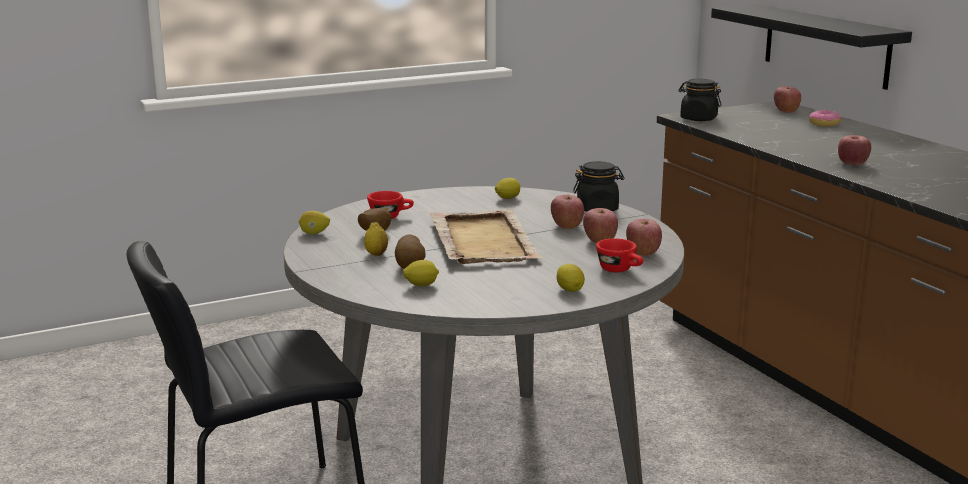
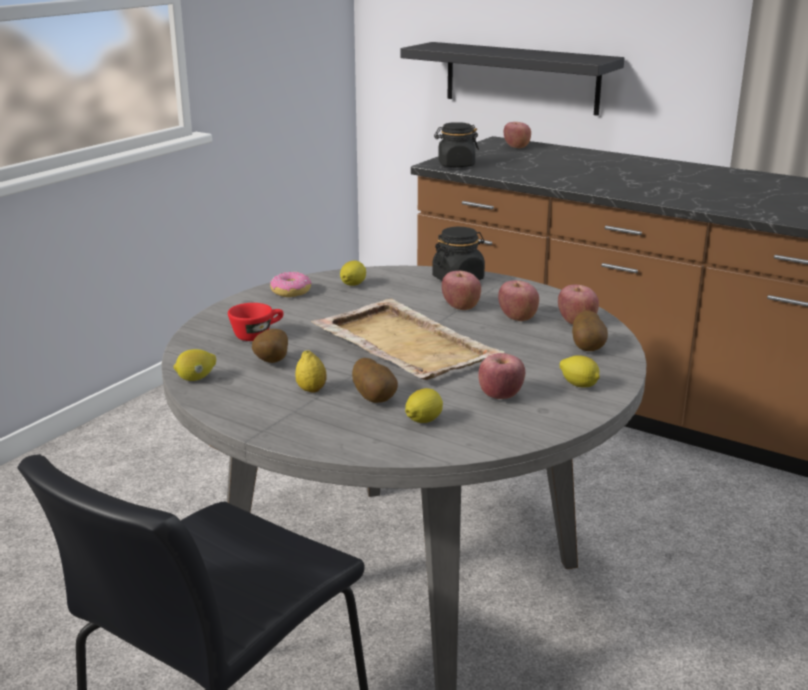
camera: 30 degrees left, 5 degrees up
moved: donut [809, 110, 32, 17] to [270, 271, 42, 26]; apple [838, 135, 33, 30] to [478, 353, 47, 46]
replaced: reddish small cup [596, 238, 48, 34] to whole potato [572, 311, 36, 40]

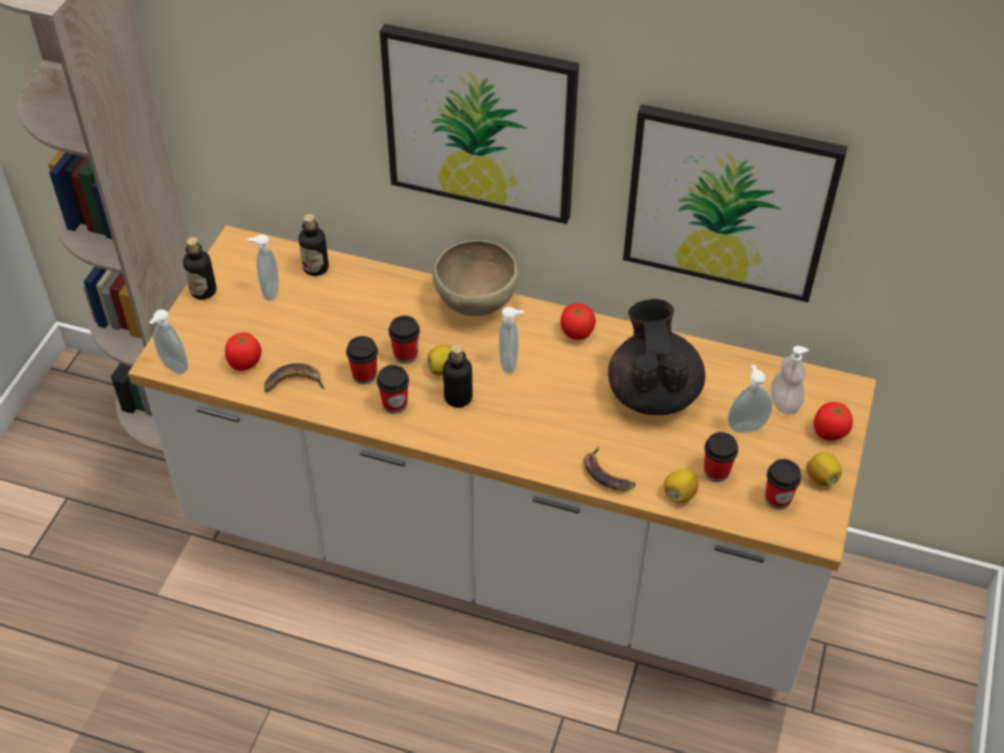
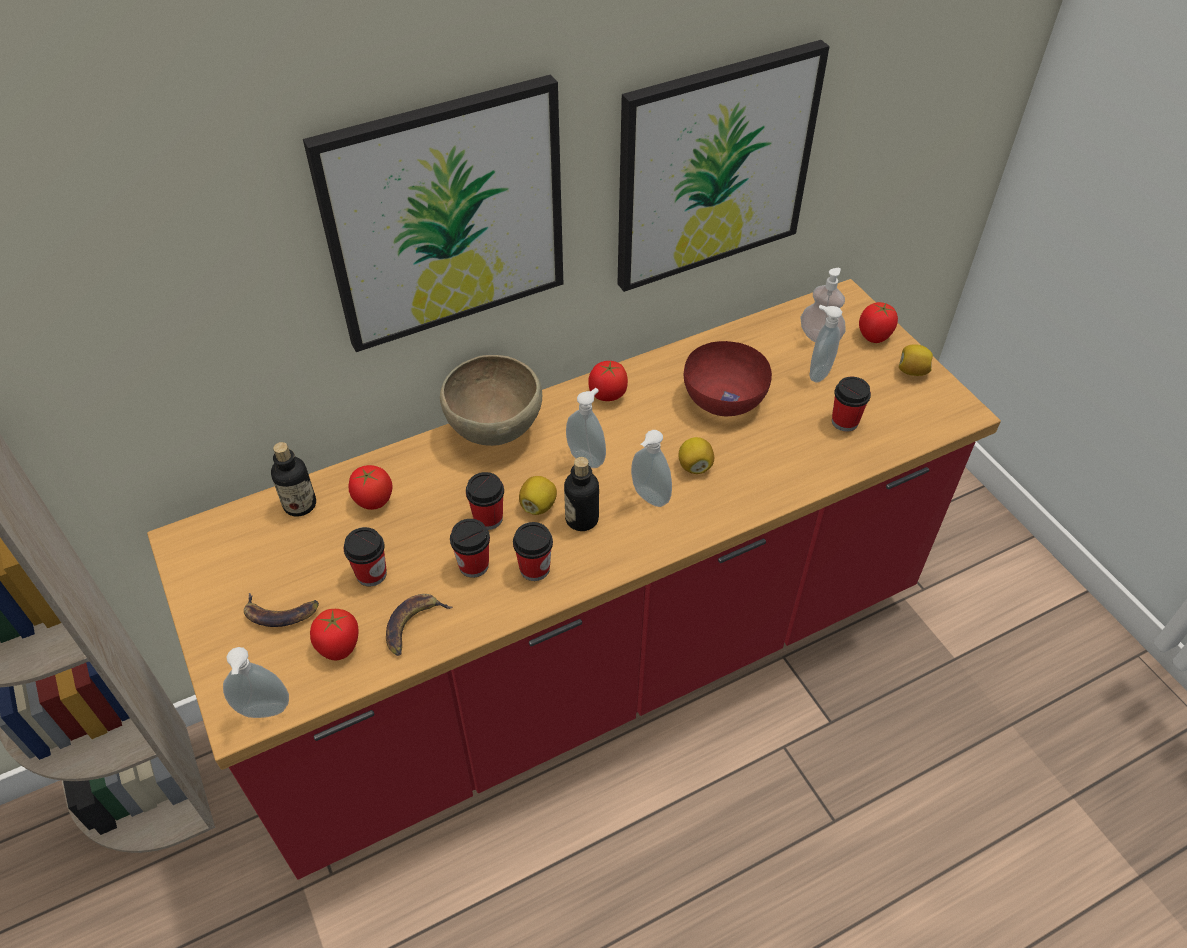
camera: 45 degrees left, 0 degrees up
removed: drink bottle [183, 237, 34, 62]
added: tomato [349, 465, 44, 45]
moved: liquid soap bottle [248, 234, 30, 67] to [631, 430, 41, 77]; banana [584, 447, 52, 44] to [244, 593, 75, 34]; small cup [765, 459, 37, 51] to [344, 527, 43, 59]; whole lemon [664, 469, 35, 34] to [679, 437, 35, 37]
replaced: blackish teapot [608, 299, 97, 116] to reddish bowl [684, 341, 88, 75]
recoloured: whitish kitchen counter [128, 225, 748, 468] to reddish kitchen counter [147, 279, 854, 601]

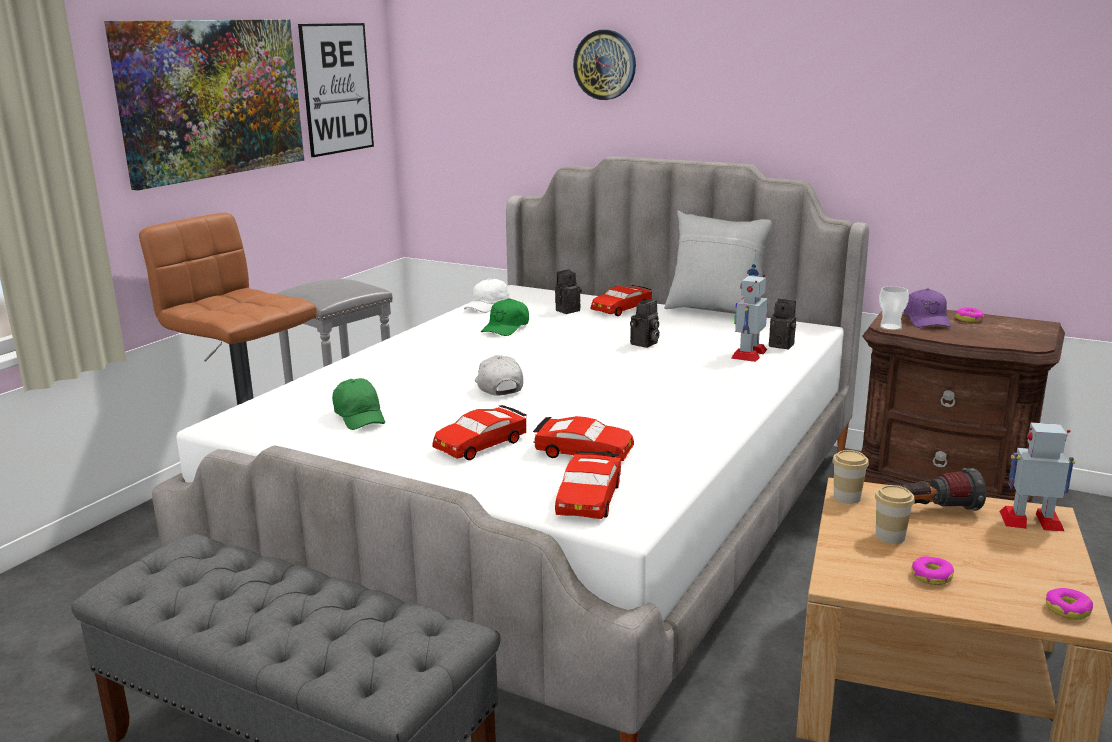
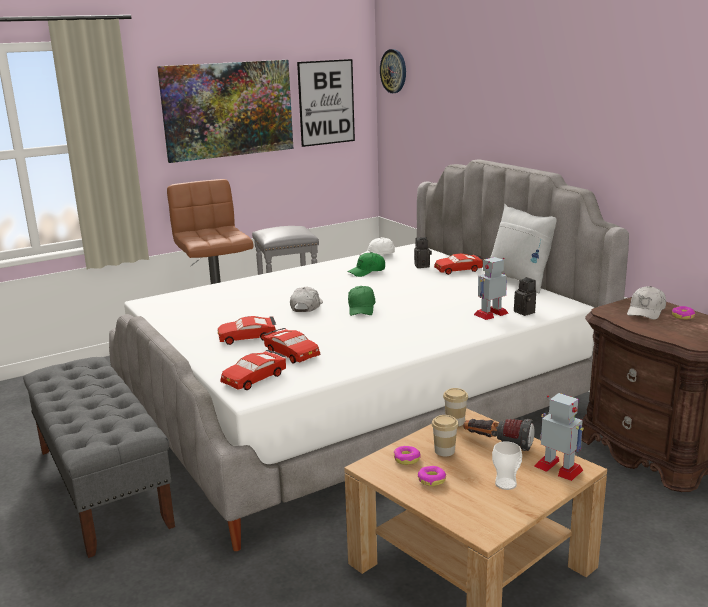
camera: 30 degrees right, 0 degrees up
removed: photo camera [630, 299, 30, 49]
moved: wall clock [573, 30, 63, 70] to [380, 49, 26, 44]; small cup [879, 286, 30, 44] to [492, 441, 30, 49]; greenish baseball cap [332, 378, 53, 52] to [348, 286, 27, 30]; donut [1046, 588, 47, 31] to [394, 446, 27, 19]
recoloured: purplish baseball cap [904, 289, 47, 38] to whitish baseball cap [627, 286, 39, 34]

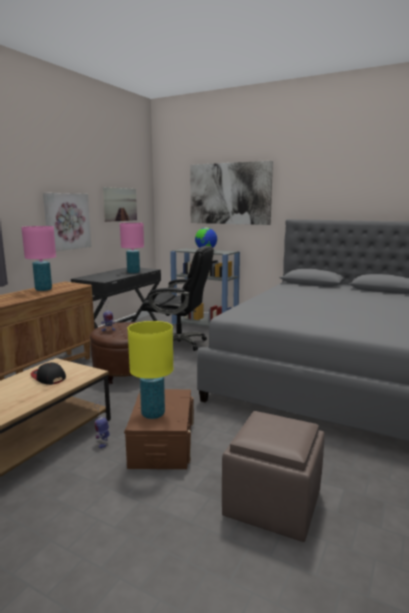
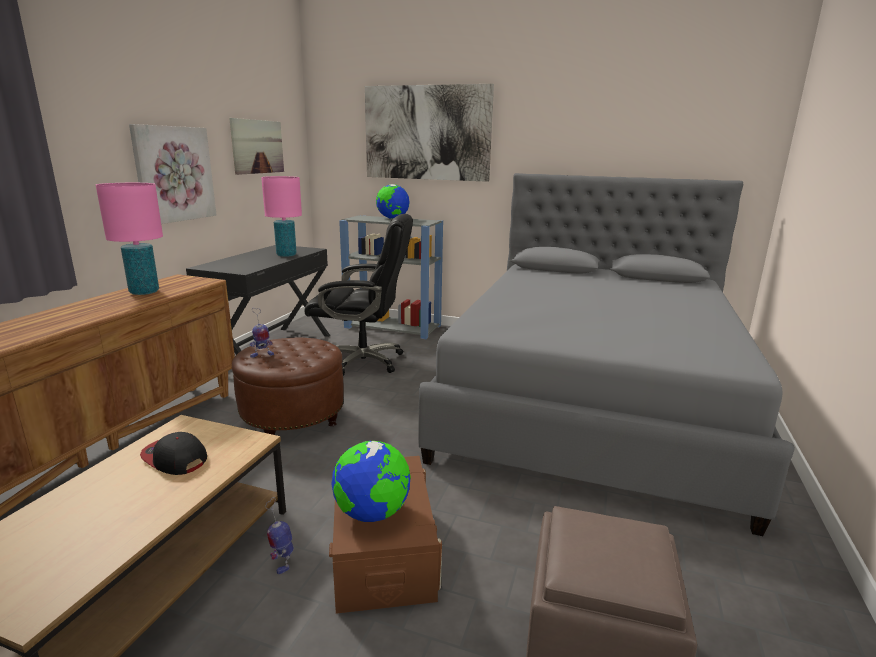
camera: 10 degrees left, 5 degrees up
replaced: yellow tabletop lamp [128, 321, 45, 98] to world globe [331, 441, 80, 81]

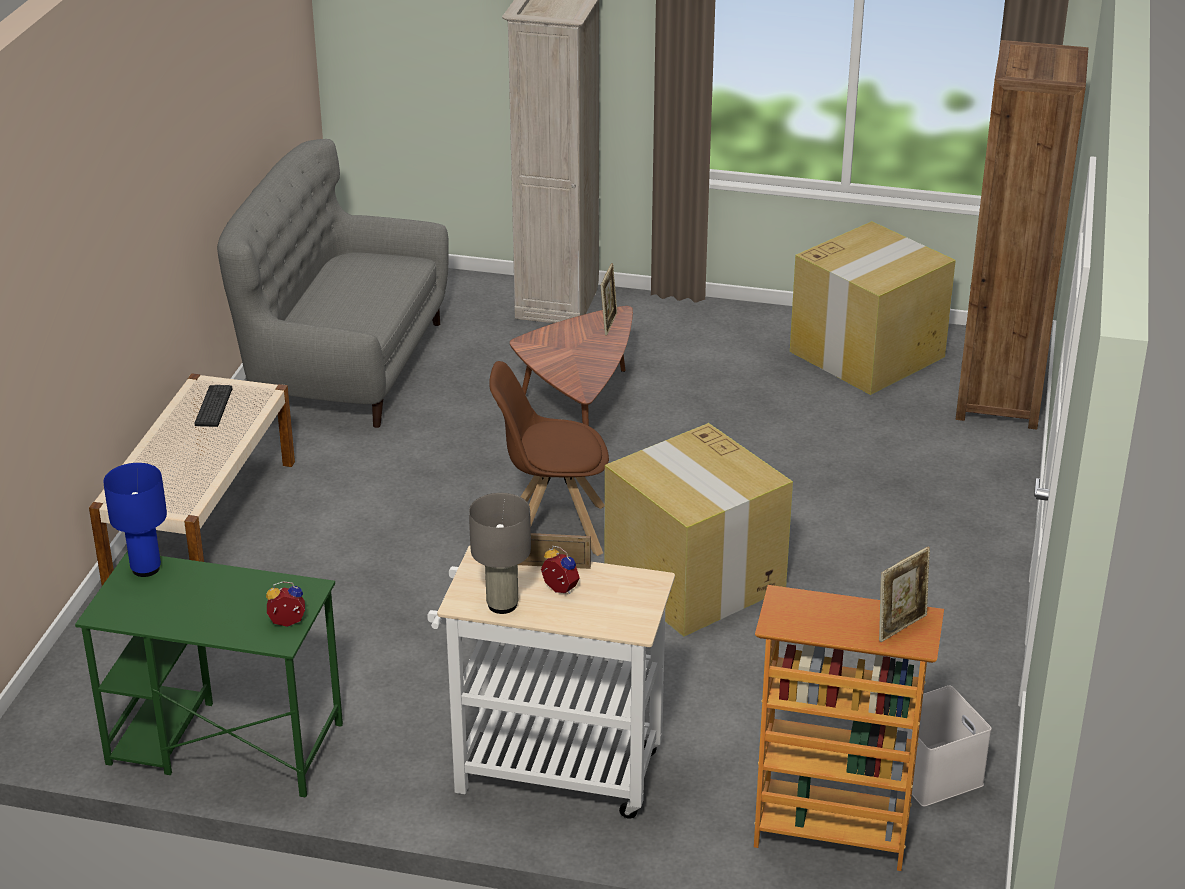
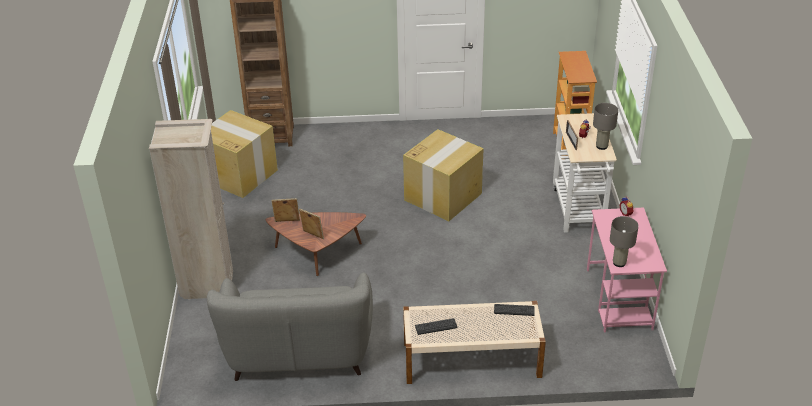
camera: 105 degrees left, 5 degrees up
removed: brown upright chair [489, 361, 120, 195]; whitish storage container [896, 686, 96, 121]
added: keyboard [494, 304, 40, 12]
moved: photo frame [879, 547, 51, 95] to [299, 208, 25, 31]
recoloured: blue tabletop lamp [103, 463, 64, 114] to grey tabletop lamp [610, 216, 28, 51]; greenish desk unit [75, 551, 268, 247] to pink-coloured desk unit [587, 208, 80, 125]

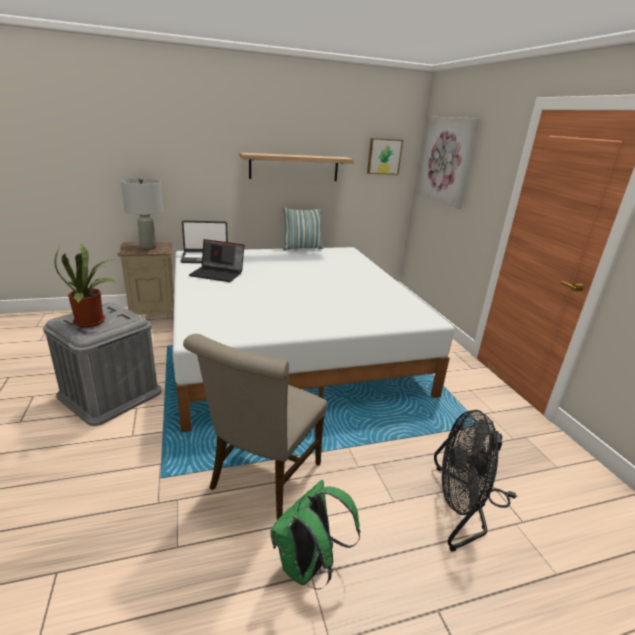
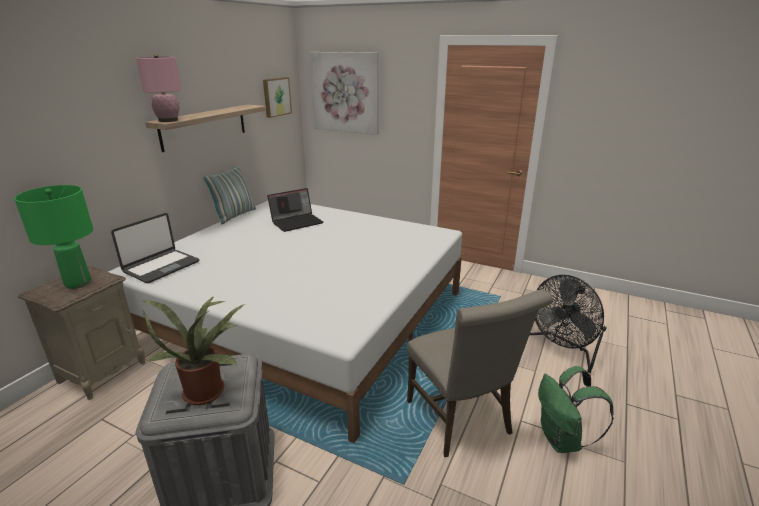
camera: 45 degrees left, 0 degrees up
added: pink-coloured tabletop lamp [136, 54, 46, 68]
moved: portable computer [189, 239, 55, 43] to [267, 188, 56, 44]
recoloured: grey tabletop lamp [121, 178, 42, 71] to greenish tabletop lamp [14, 185, 79, 104]

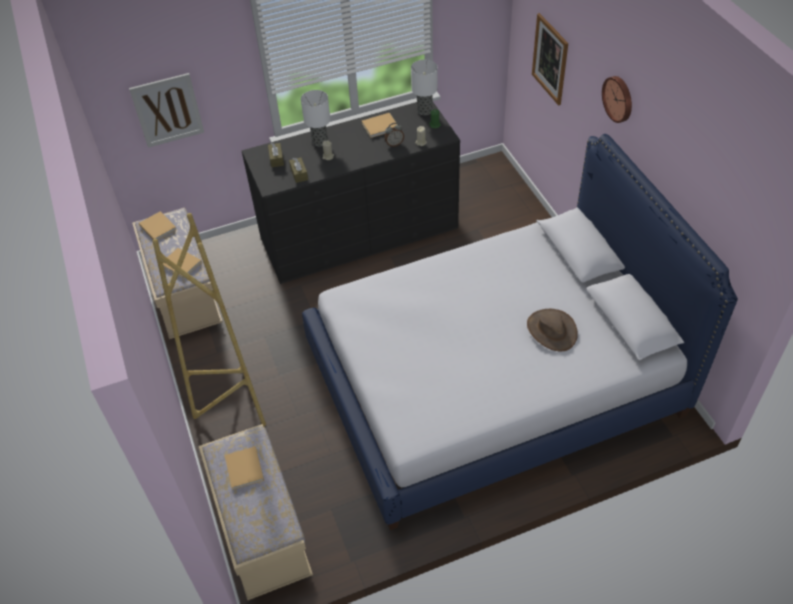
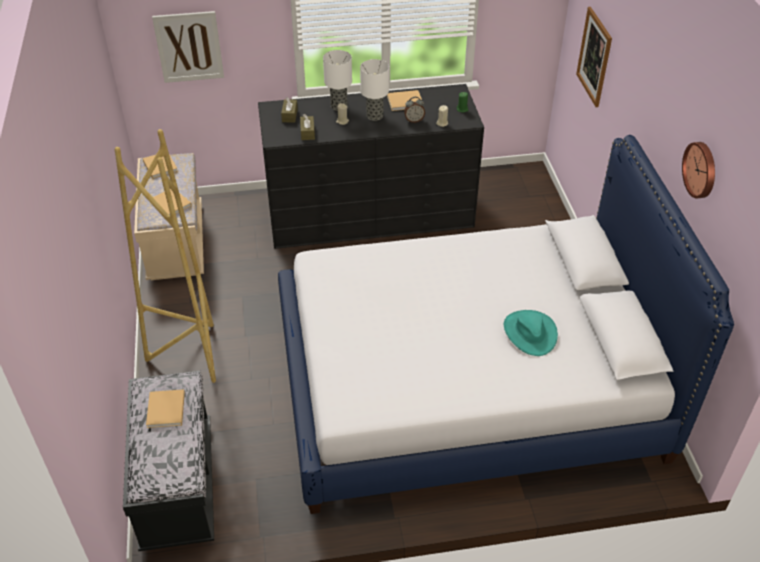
camera: 10 degrees right, 5 degrees down
moved: tabletop lamp [411, 59, 27, 56] to [360, 59, 29, 62]; wall clock [602, 76, 30, 47] to [682, 142, 33, 56]
recoloured: brown wearable hat [527, 309, 51, 42] to turquoise wearable hat [504, 310, 54, 46]; beige-coloured indoor bench [199, 424, 114, 176] to blackish indoor bench [123, 371, 91, 180]

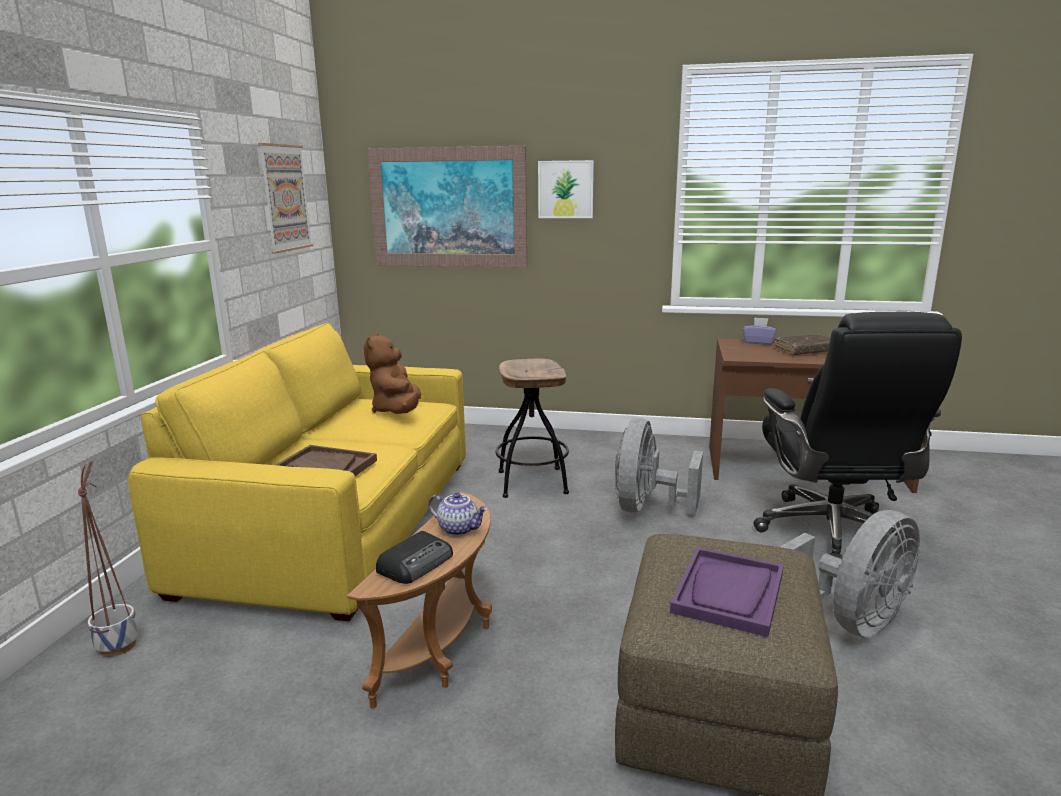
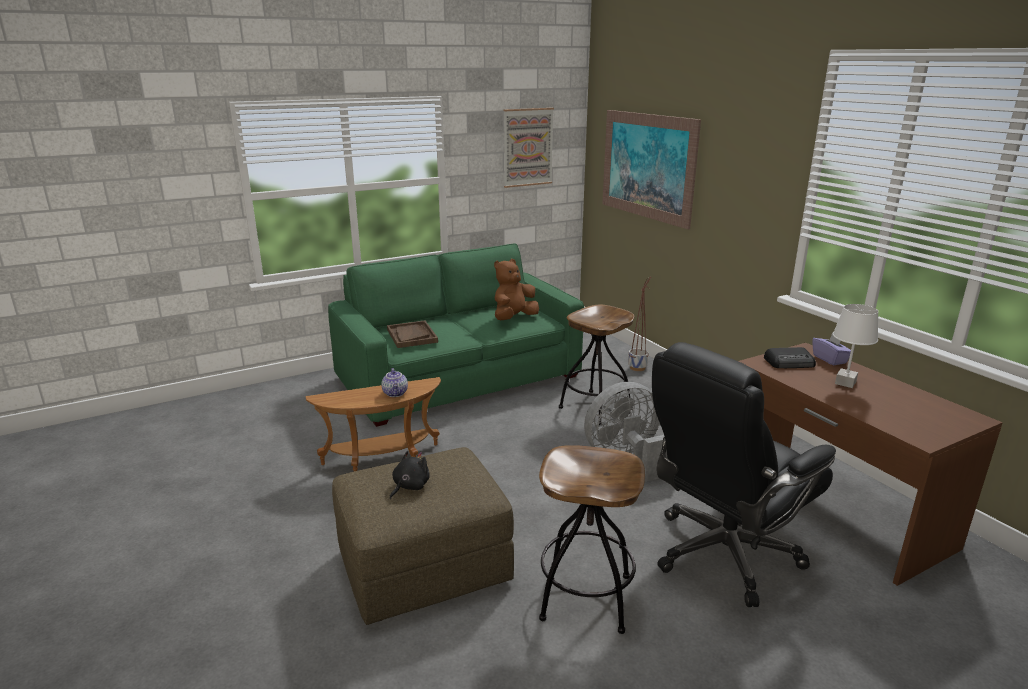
camera: 50 degrees right, 5 degrees up
removed: picture [538, 160, 56, 58]
moved: plant pot [78, 461, 61, 196] to [628, 277, 23, 94]; radio [376, 531, 77, 53] to [764, 347, 52, 21]
replaced: brown book [774, 334, 56, 21] to whitish tabletop lamp [833, 304, 45, 84]; grey fan [780, 510, 140, 128] to brown sitting stool [539, 445, 106, 189]; purplish carrying tray [670, 547, 114, 90] to blackish cuddly toy [390, 451, 40, 48]
recoloured: yellow couch [128, 323, 338, 298] to greenish couch [328, 244, 256, 183]

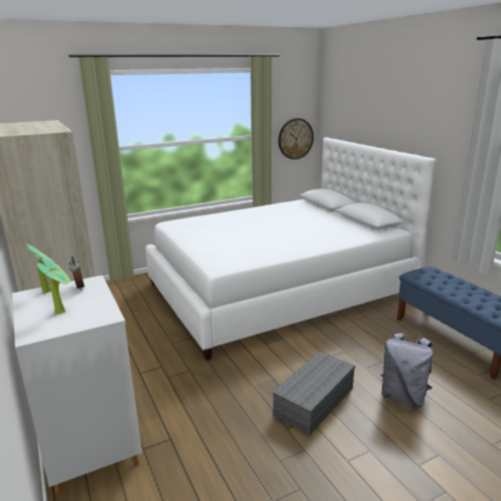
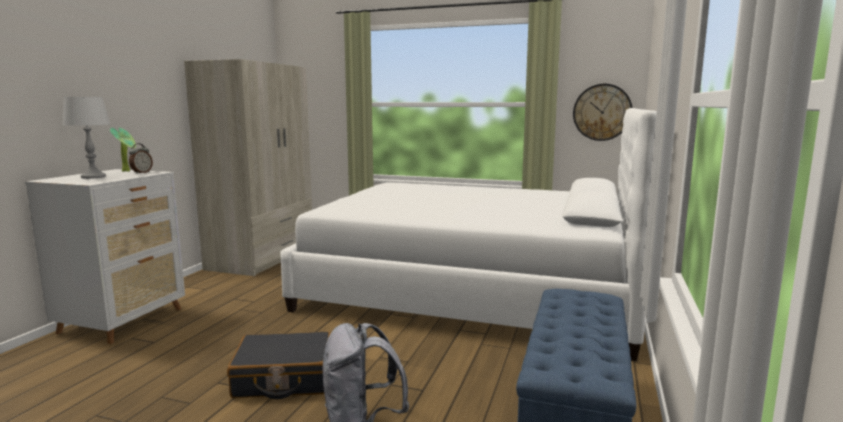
camera: 45 degrees right, 10 degrees down
replaced: houseplant [37, 258, 33, 56] to grey tabletop lamp [63, 97, 47, 82]; grey storage container [273, 351, 82, 84] to blackish piece of luggage [227, 332, 104, 67]

